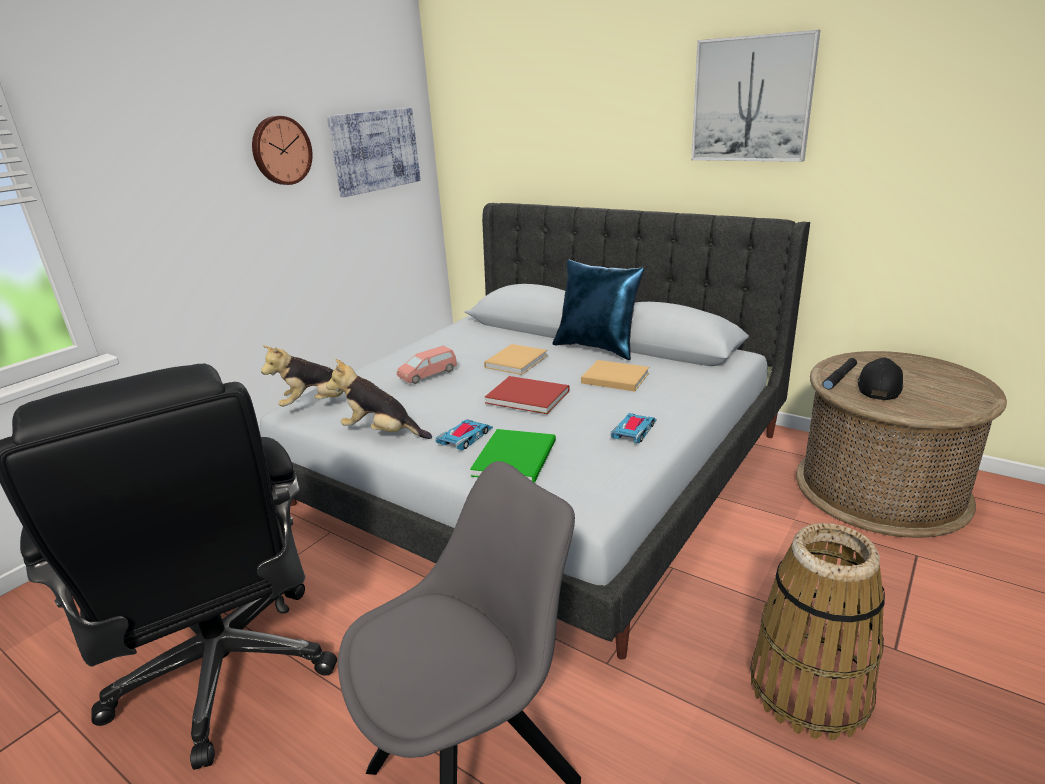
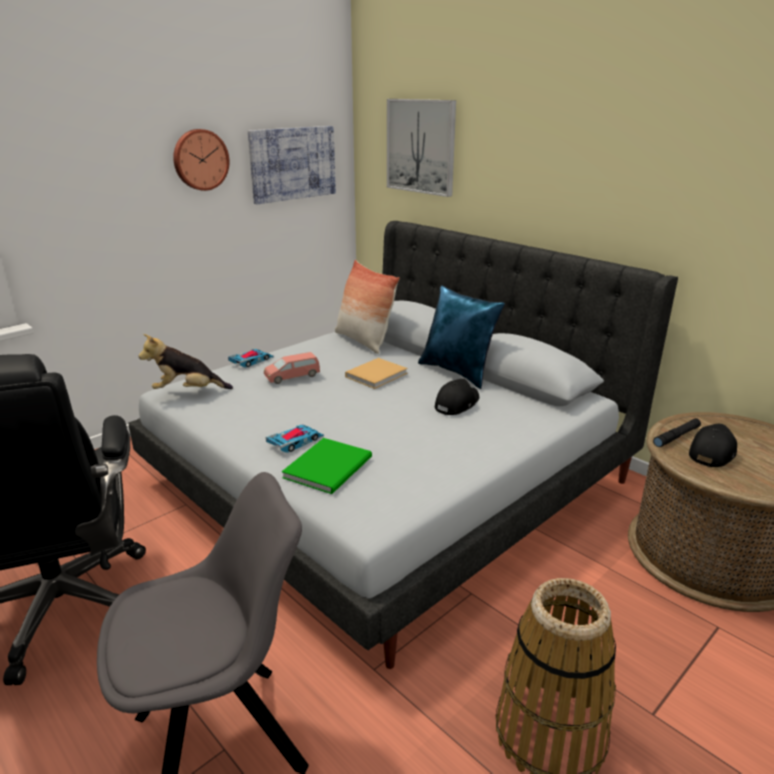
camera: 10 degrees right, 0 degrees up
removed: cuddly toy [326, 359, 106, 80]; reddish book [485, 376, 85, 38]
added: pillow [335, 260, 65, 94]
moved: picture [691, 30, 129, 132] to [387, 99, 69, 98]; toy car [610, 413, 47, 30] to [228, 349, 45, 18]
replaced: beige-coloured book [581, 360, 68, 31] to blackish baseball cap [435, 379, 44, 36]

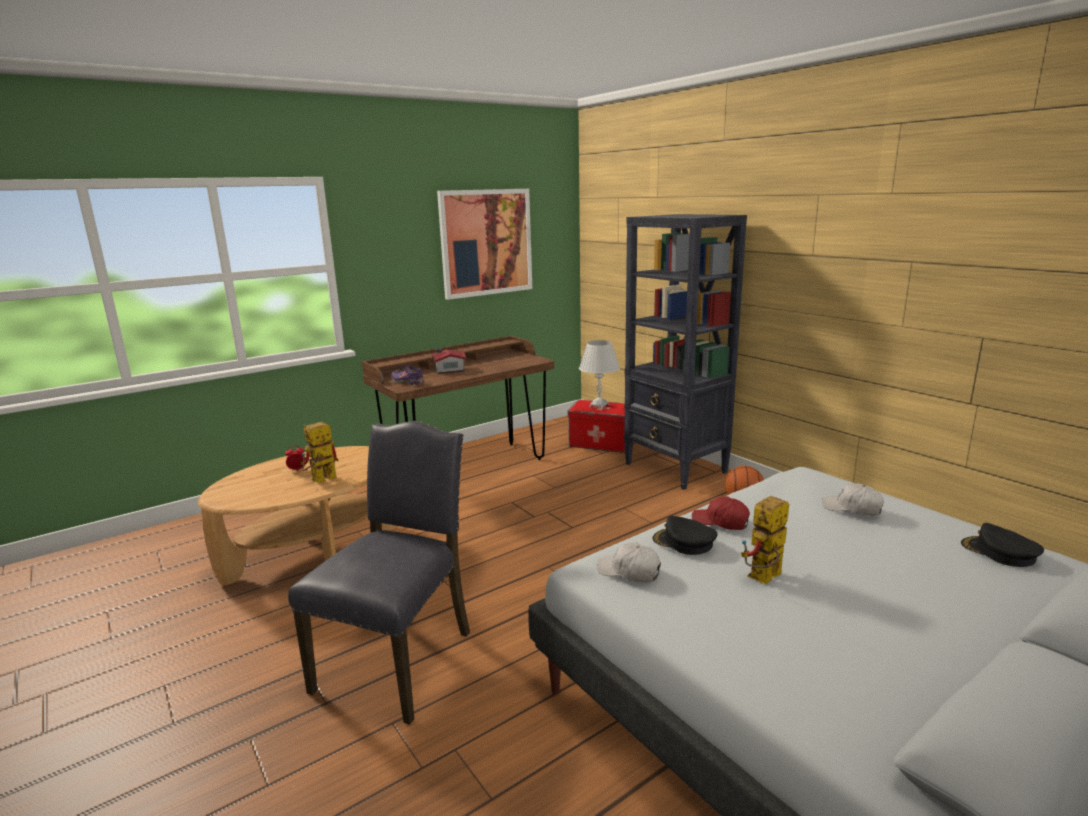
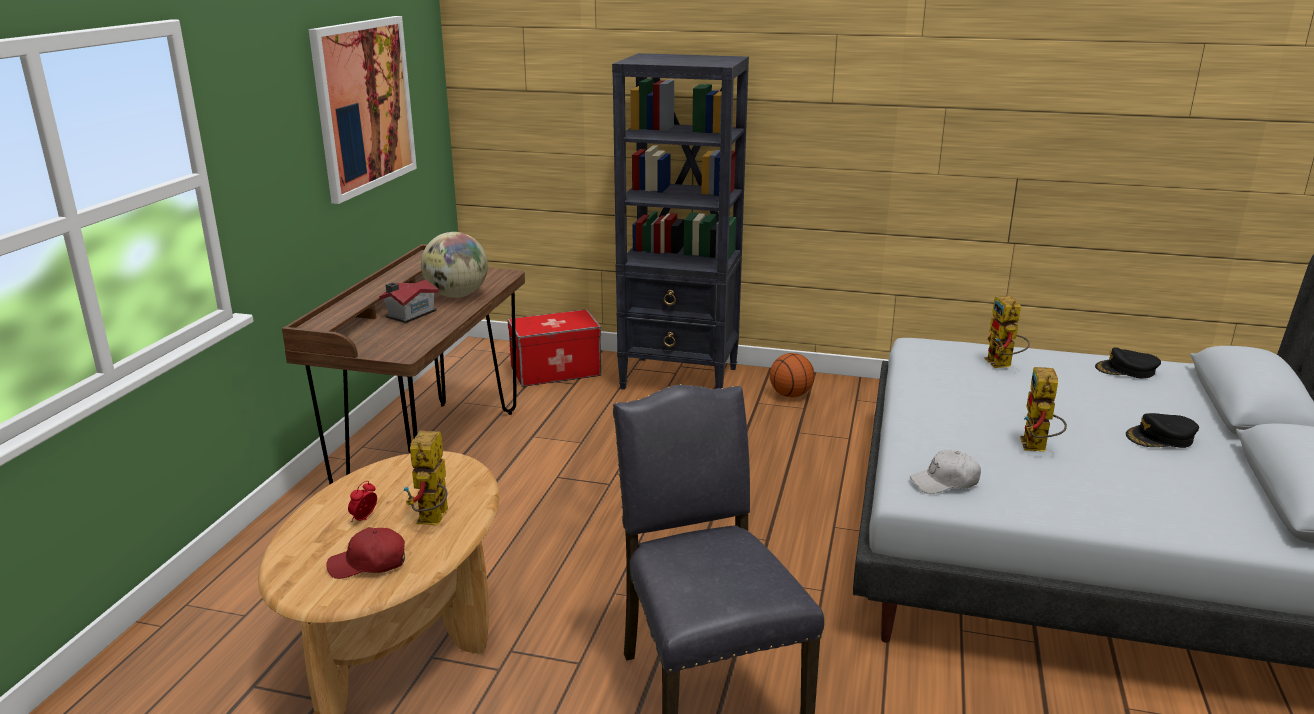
camera: 40 degrees left, 5 degrees up
removed: whitish tabletop lamp [579, 340, 41, 69]; purplish item of footwear [391, 365, 33, 20]
added: world globe [421, 232, 67, 66]
moved: reddish baseball cap [692, 496, 58, 34] to [326, 527, 79, 52]; blackish baseball cap [652, 516, 65, 39] to [1126, 413, 73, 35]
replaced: whitish baseball cap [822, 483, 62, 33] to toy robot [984, 296, 46, 72]

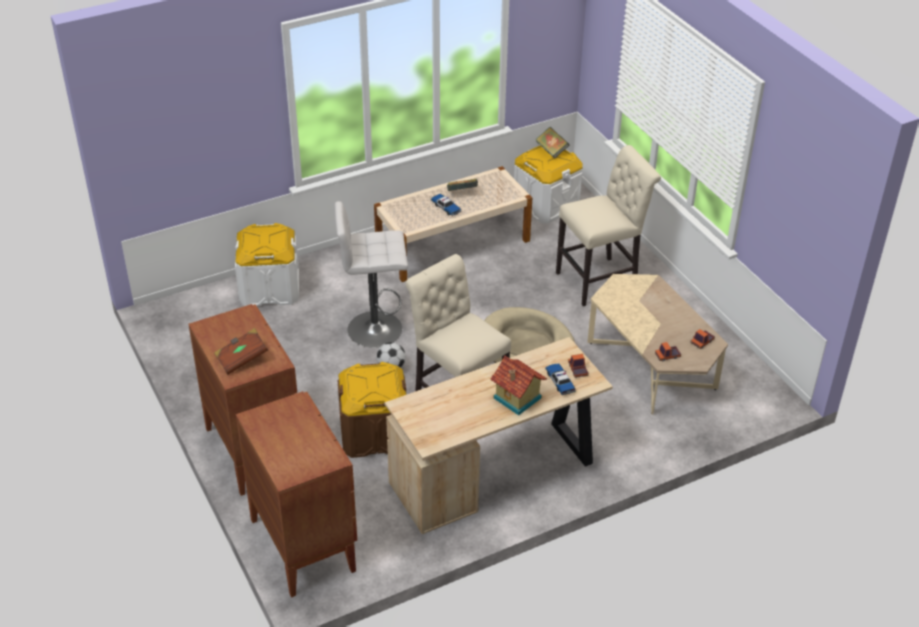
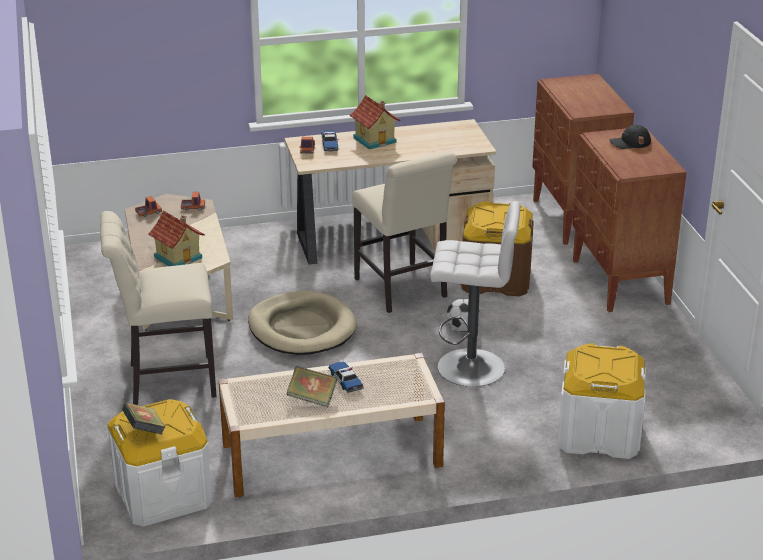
camera: 165 degrees left, 10 degrees down
added: miniature house [148, 210, 57, 56]
replaced: brown book [214, 328, 54, 46] to blackish baseball cap [609, 125, 42, 24]

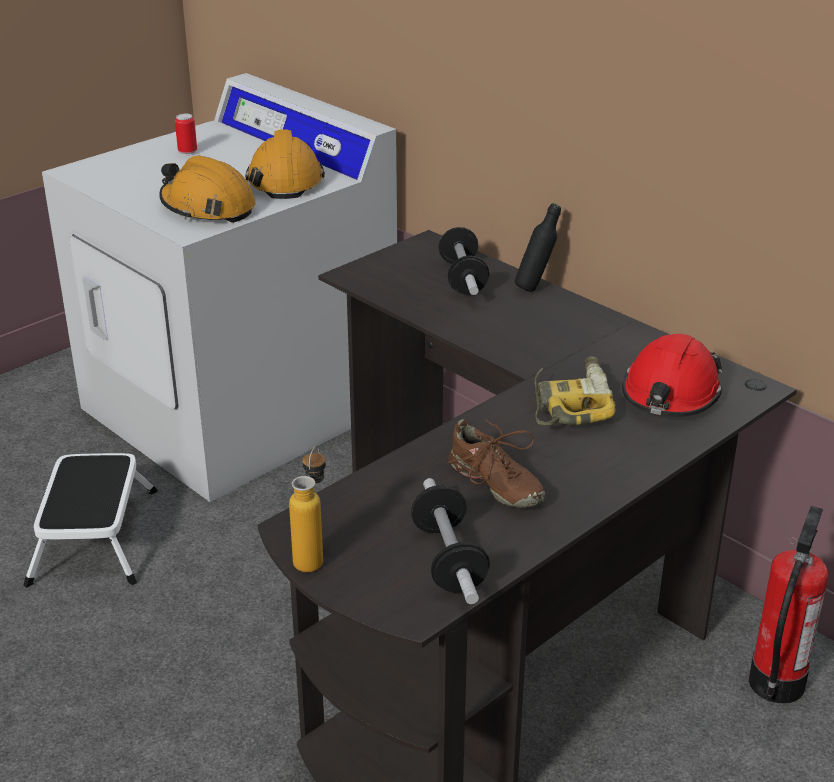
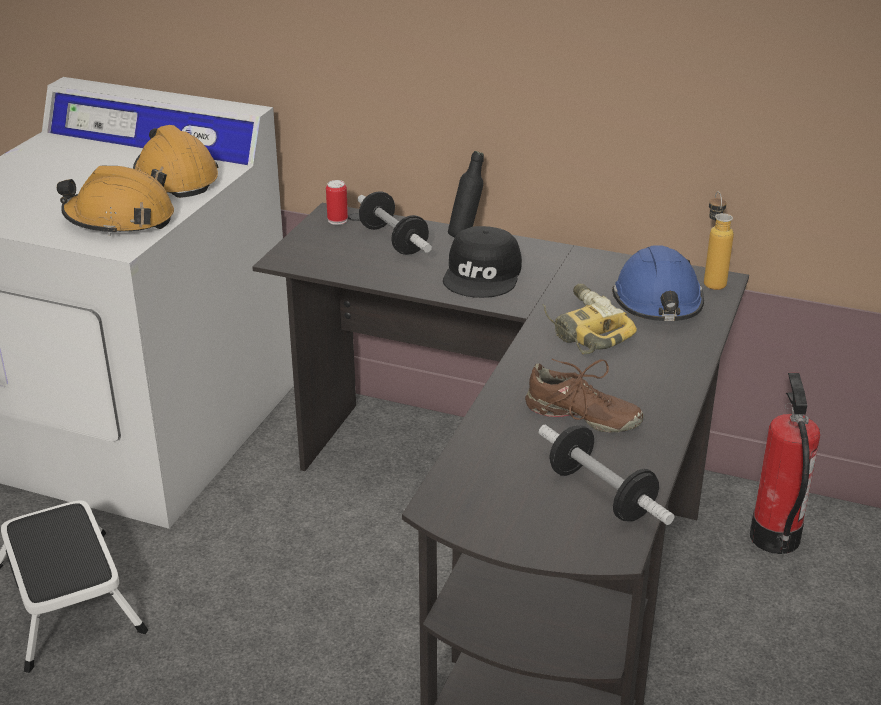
camera: 25 degrees left, 0 degrees up
added: blackish baseball cap [443, 226, 79, 72]
moved: sealed can [175, 114, 22, 42] to [326, 180, 22, 45]; drink bottle [289, 445, 37, 127] to [704, 191, 30, 99]
recoloured: reddish work helmet [622, 333, 101, 84] to blue work helmet [612, 245, 92, 76]

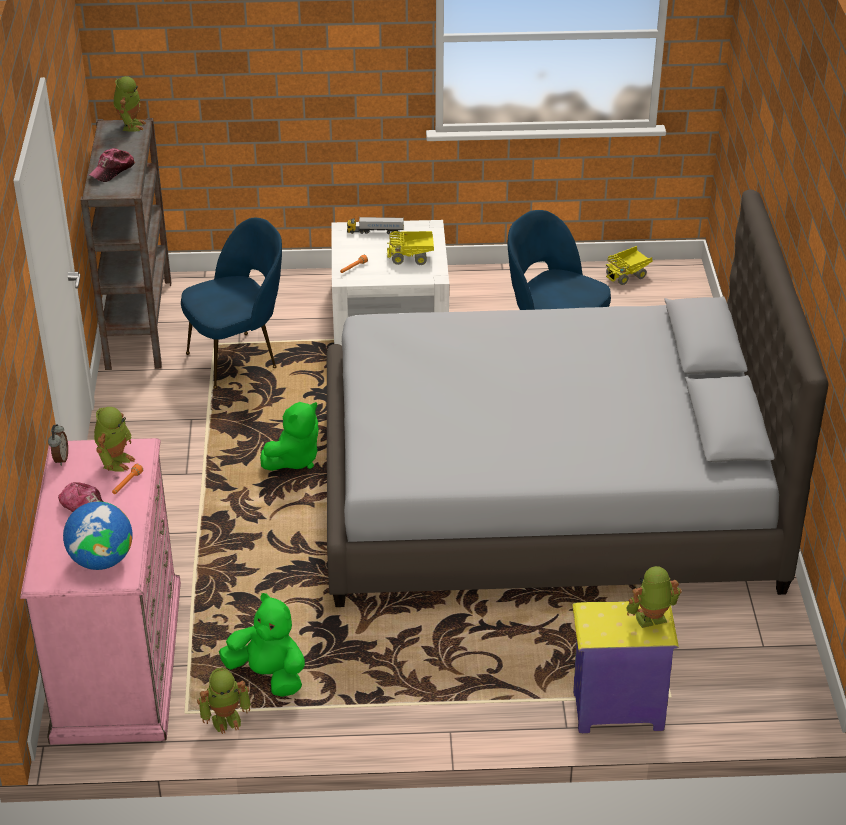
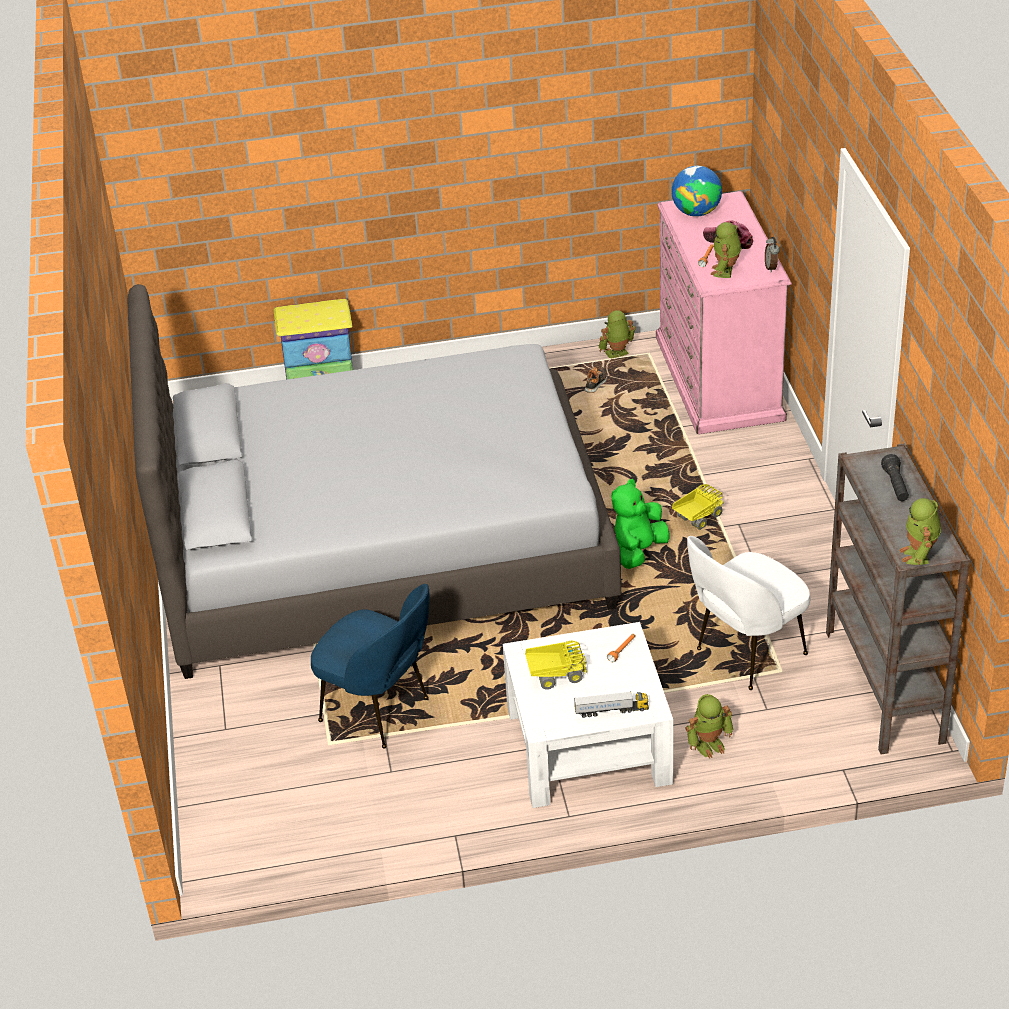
camera: 175 degrees right, 0 degrees up
moved: toy lorry [606, 246, 47, 39] to [672, 484, 52, 46]; toy robot [626, 566, 56, 62] to [685, 694, 49, 65]
replaced: baseball cap [89, 148, 46, 34] to blackish hand torch [881, 454, 28, 47]; greenish cuddly toy [219, 593, 86, 104] to item of footwear [585, 367, 22, 26]
recoloured: blue upright chair [181, 218, 101, 171] to whitish upright chair [687, 536, 123, 154]

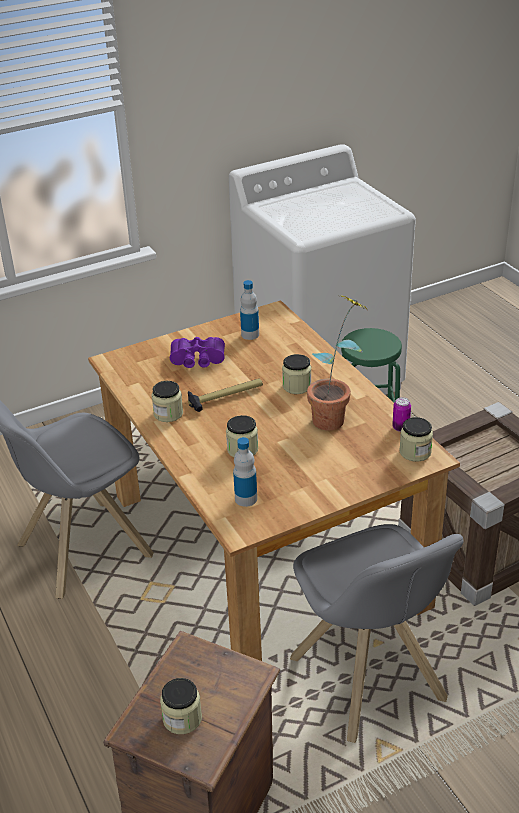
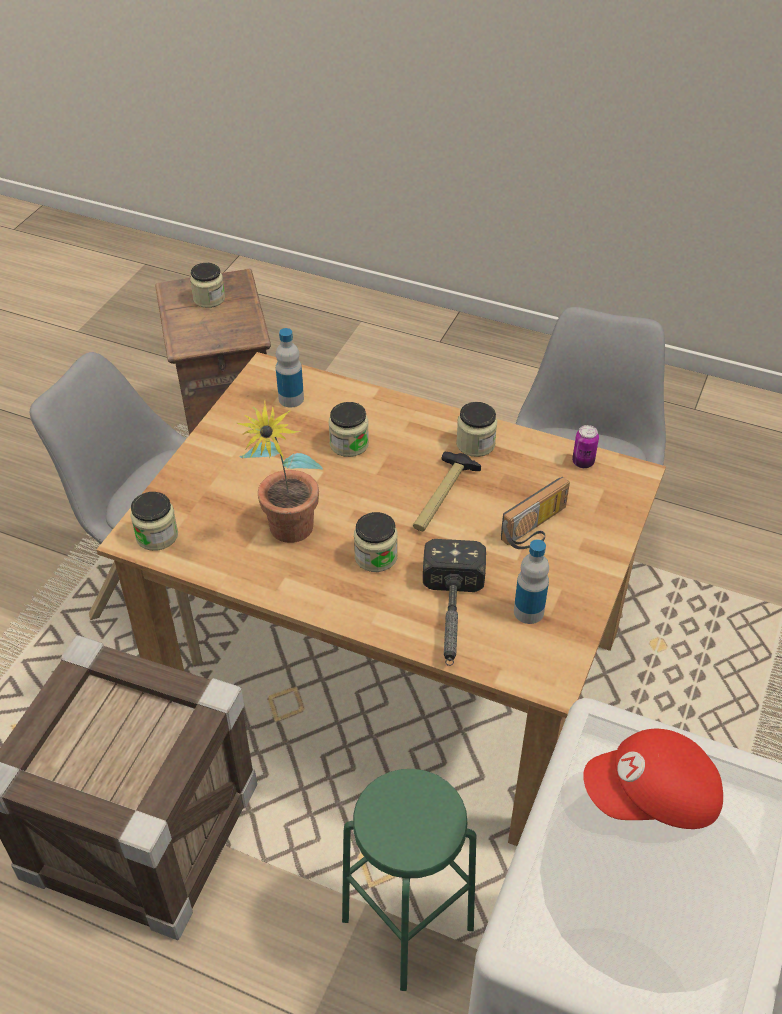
camera: 140 degrees right, 10 degrees up
added: hammer [423, 539, 63, 127]; reddish baseball cap [583, 729, 140, 100]
moved: sealed can [392, 397, 19, 35] to [572, 425, 27, 43]
replaced: purplish pair of binoculars [170, 337, 55, 31] to radio [501, 477, 69, 72]

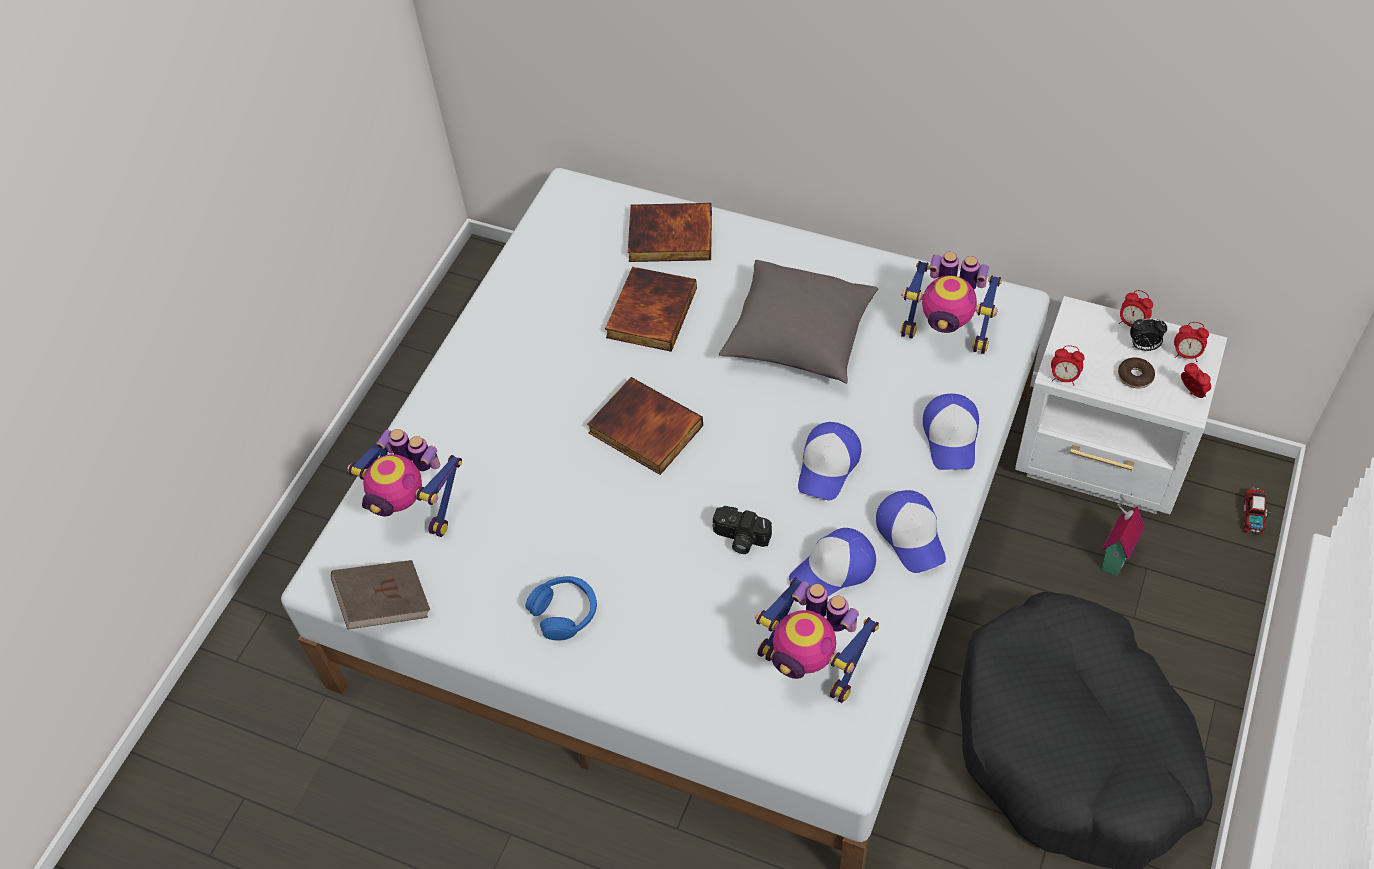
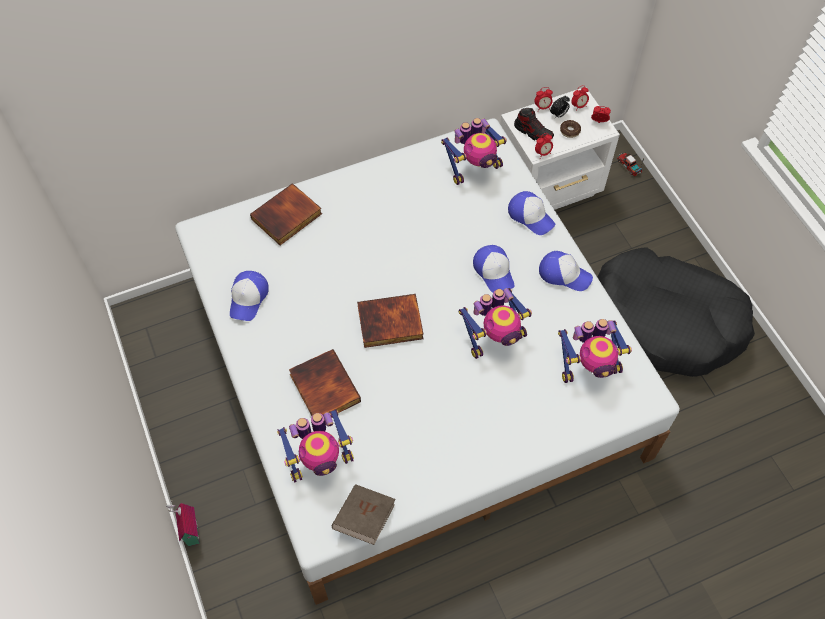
camera: 50 degrees left, 5 degrees up
removed: grey pillow [719, 260, 159, 124]; blue pair of headphones [525, 576, 72, 65]
added: item of footwear [514, 108, 40, 32]
moved: book [605, 267, 92, 84] to [289, 349, 72, 67]; miniature house [1101, 493, 44, 83] to [165, 500, 35, 46]; baseball cap [789, 528, 87, 68] to [230, 271, 39, 50]
replaced: photo camera [712, 506, 60, 48] to toy robot [459, 288, 73, 71]

